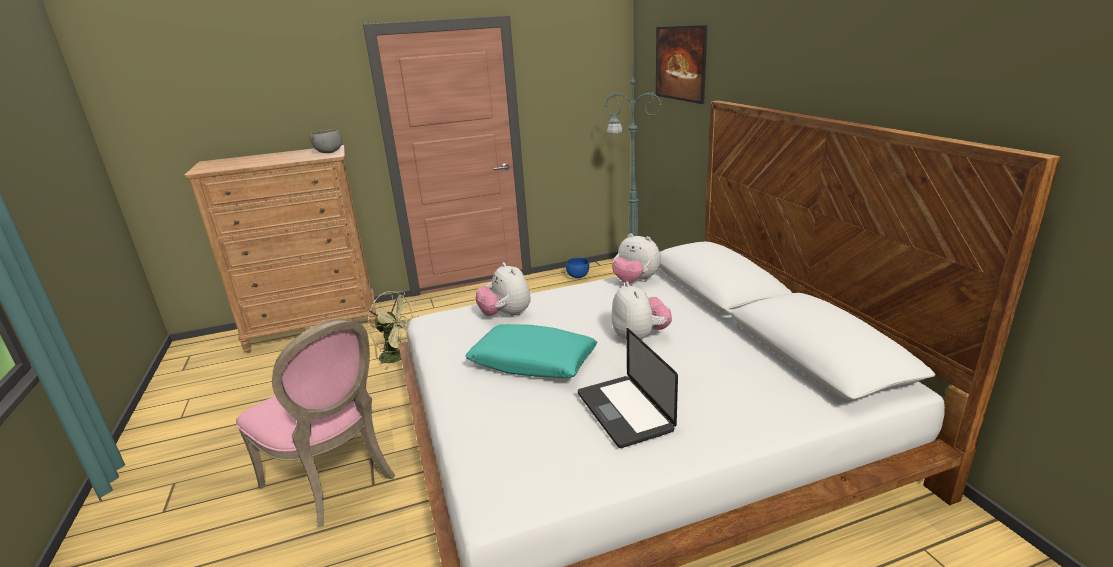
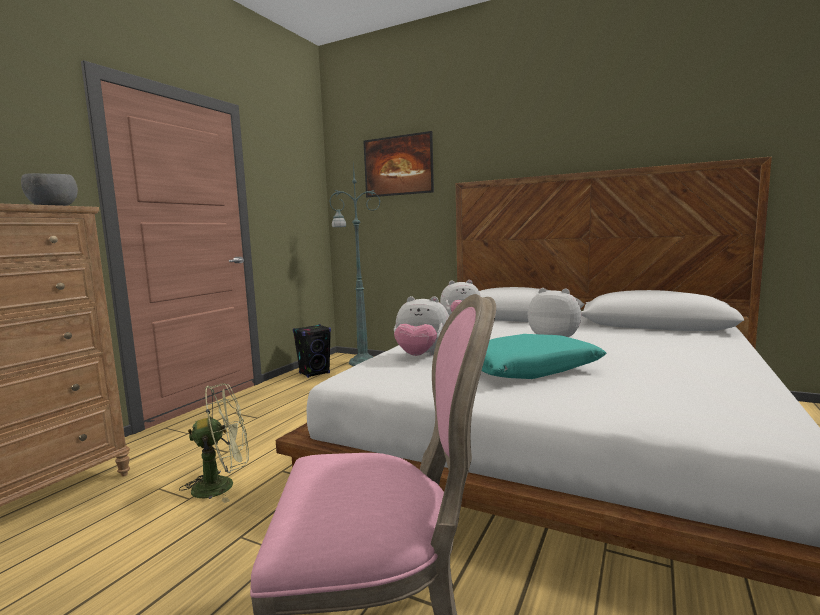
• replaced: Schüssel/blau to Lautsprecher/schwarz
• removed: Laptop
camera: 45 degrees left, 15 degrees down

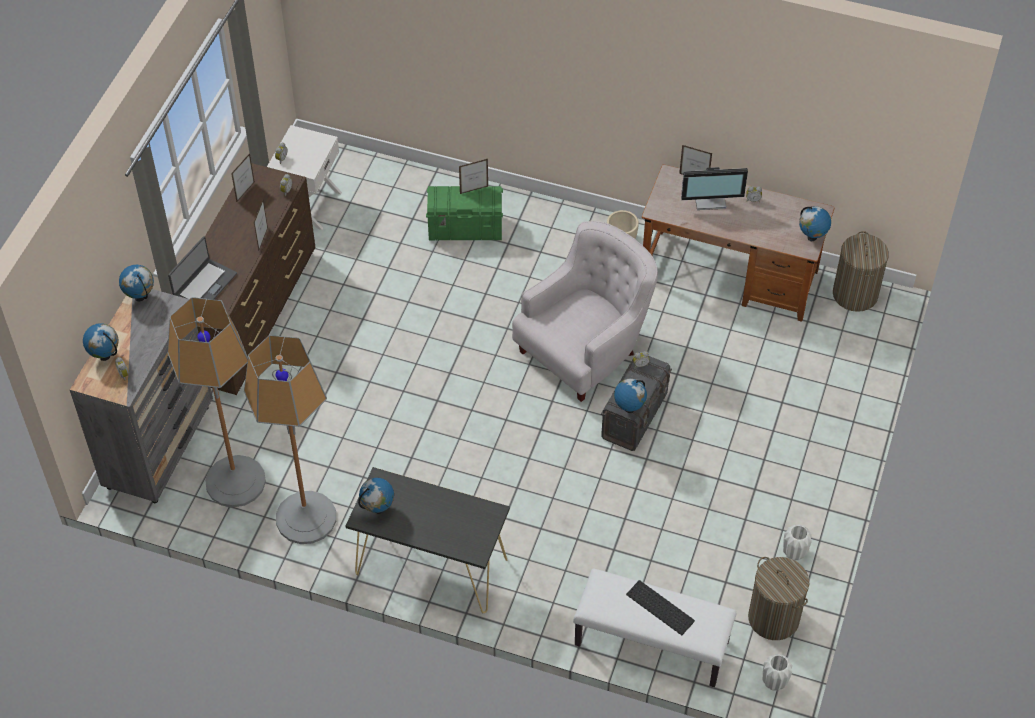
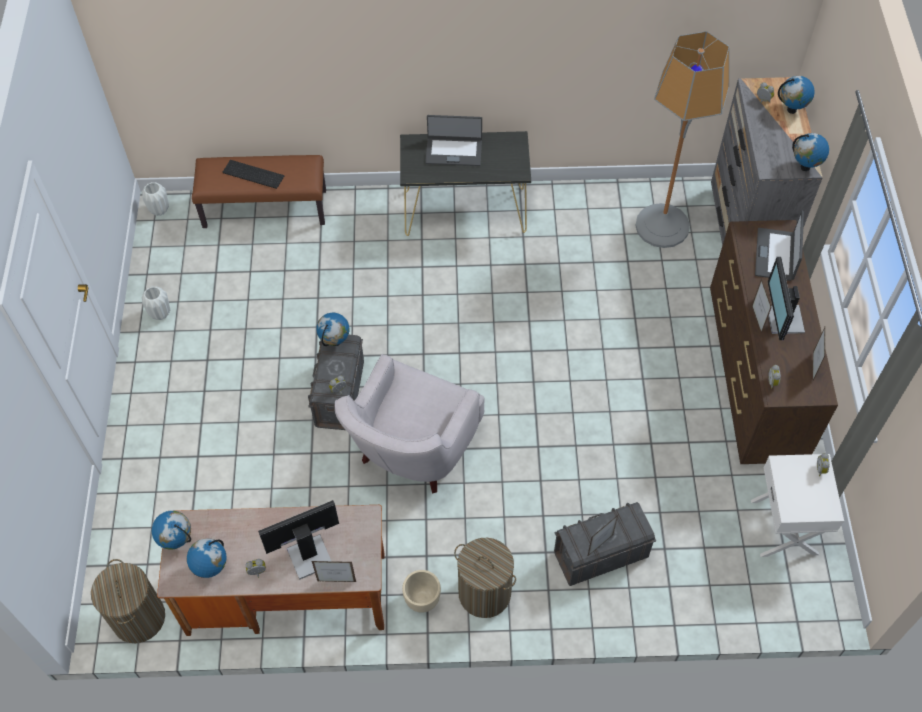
• recoloured: Aufbewahrungsbox/grün to Aufbewahrungsbox/grau (2nd from left)
• removed: Stehlampe (2nd from left)
• moved: Globus (3rd from left in the first image) to Globus (2nd from left)
• moved: Wäschekorb (1st from left in the first image) to Wäschekorb (2nd from left)
• recoloured: Bank/weiß to Bank/braun
• added: Laptop (1st from left)
• added: Monitor (2nd from left)
camera: 160 degrees right, 5 degrees up

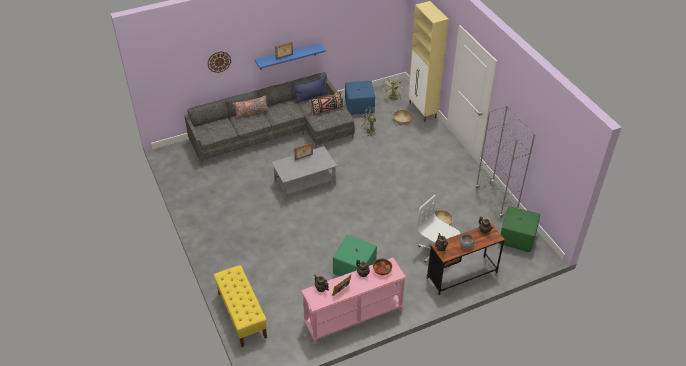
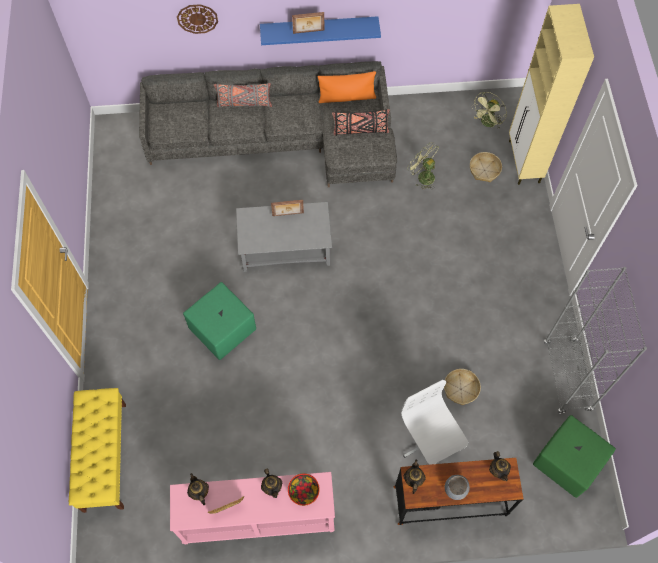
• recoloured: Kissen/blau to Kissen/orange
• removed: Polsterhocker/blau
• moved: Polsterhocker/grün (1st from left)
camera: 20 degrees right, 20 degrees up

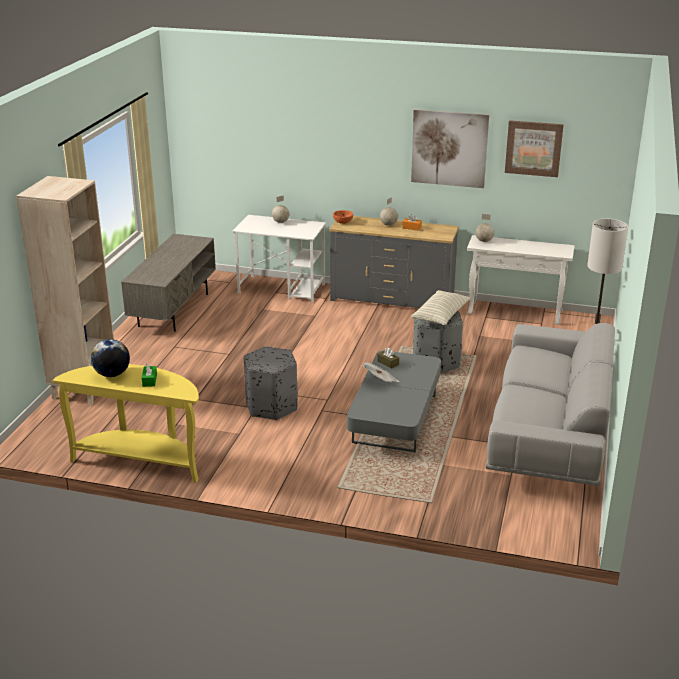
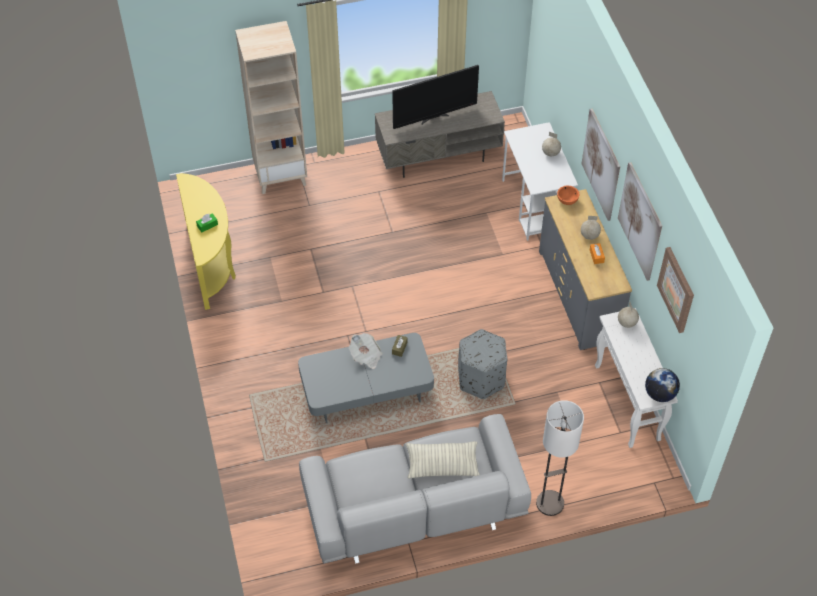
• moved: Kissen
• moved: Globus (1st from left in the first image) to Globus (4th from left)
• removed: Polsterhocker/grau (1st from left)
• added: Fernseher
• added: Bild (1st from left)
camera: 60 degrees right, 25 degrees up

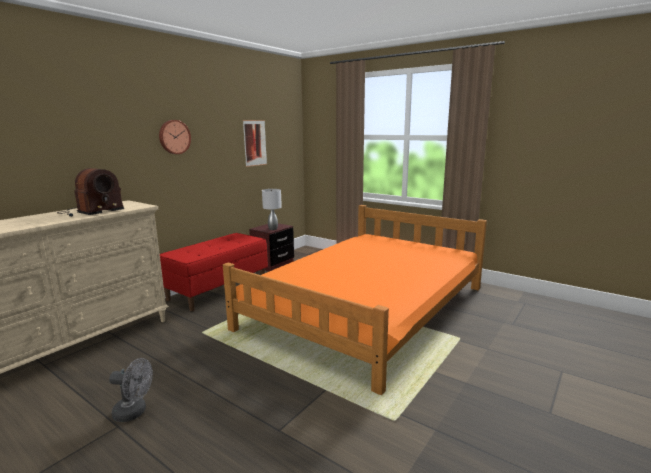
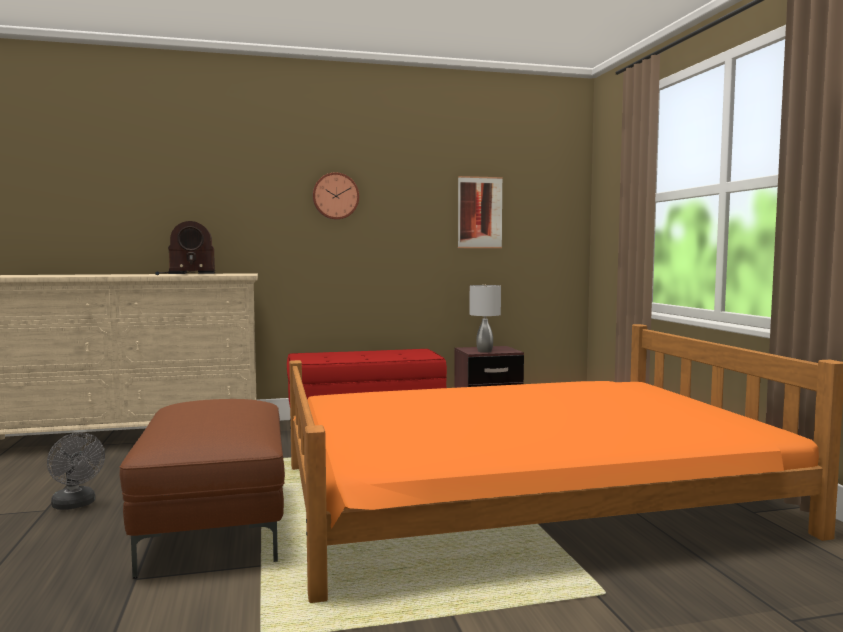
• added: Polsterhocker/braun
camera: 40 degrees right, 10 degrees down

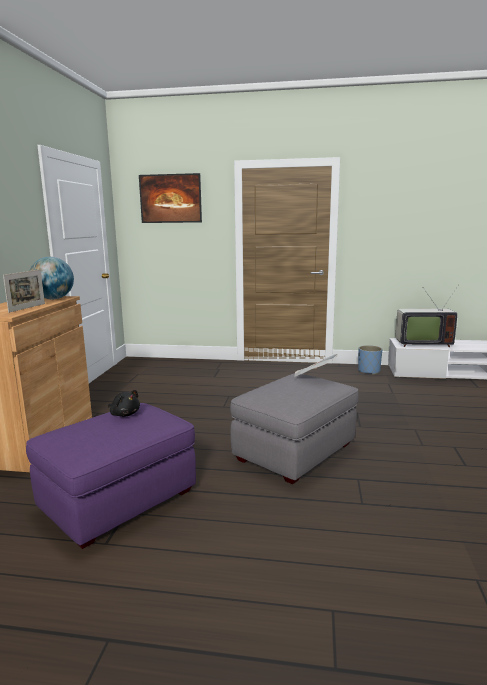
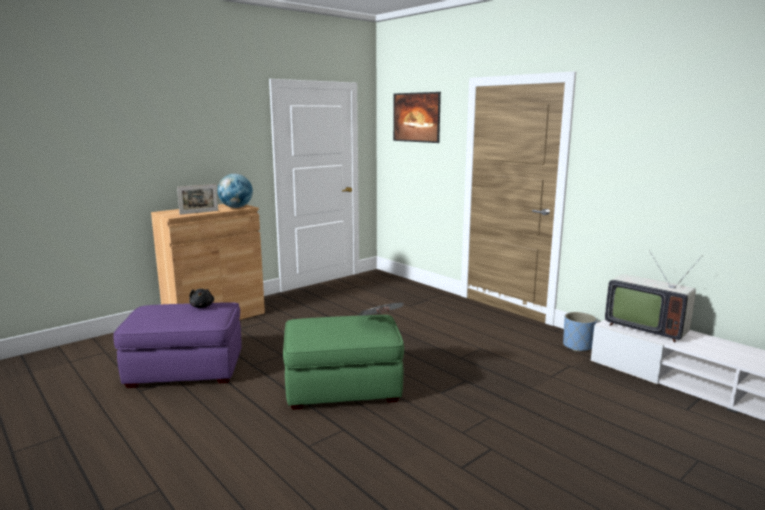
• recoloured: Polsterhocker/grau to Polsterhocker/grün
camera: 40 degrees right, 0 degrees up

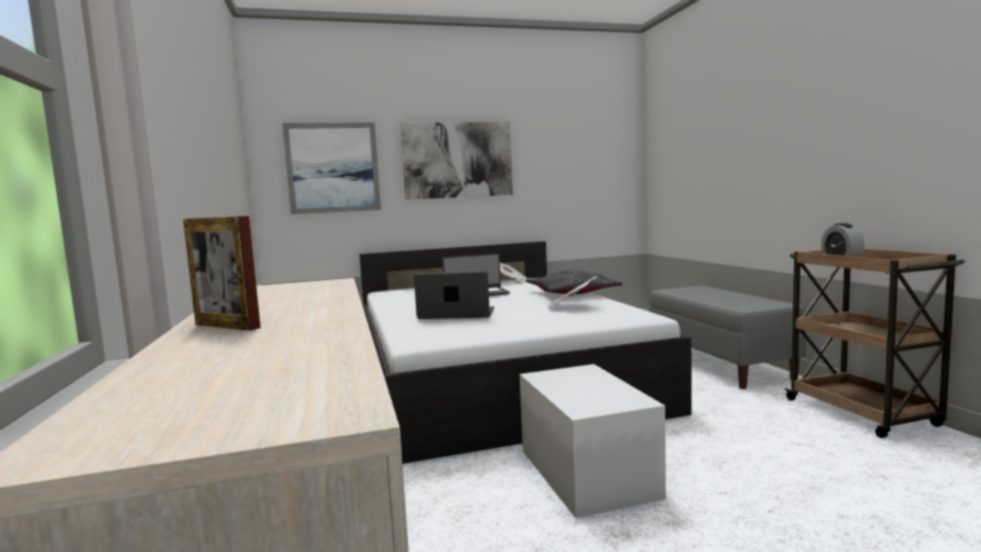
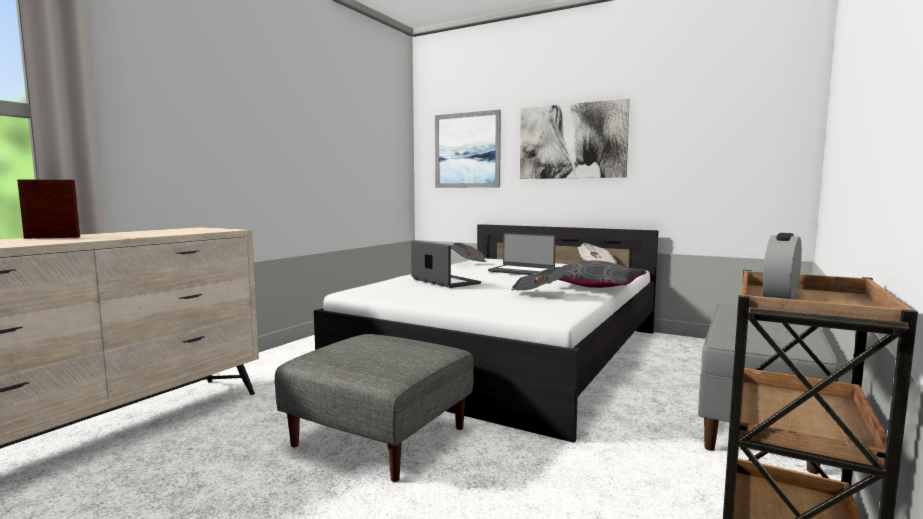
• turned: Bilderrahmen 90 degrees clockwise
• replaced: Aufbewahrungsbox/weiß to Polsterhocker/grau
• added: Zeitung (1st from left)
camera: 45 degrees right, 0 degrees up

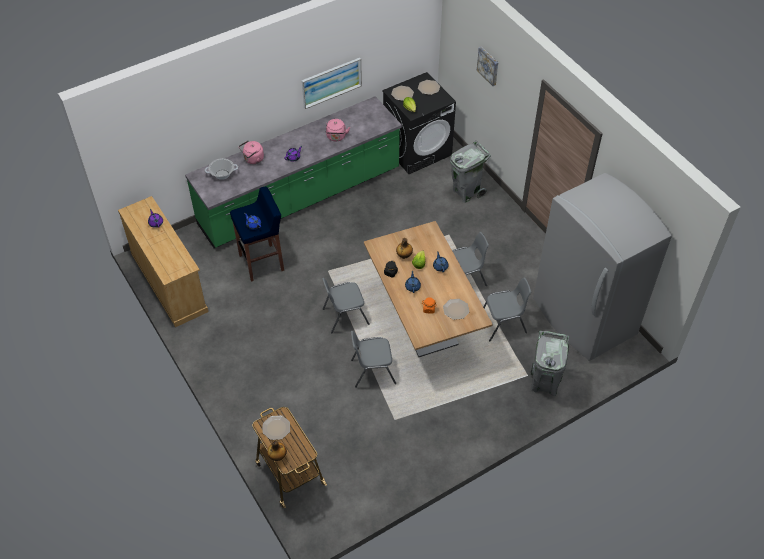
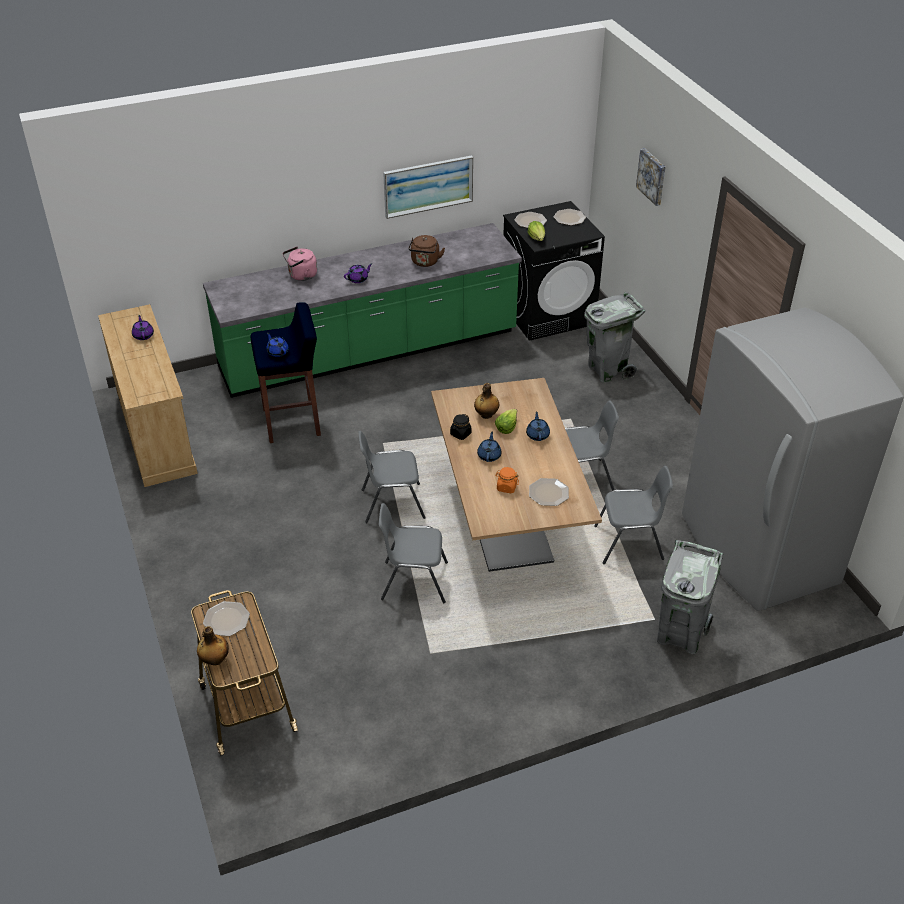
• recoloured: Wasserkessel/rosa (2nd from left) to Wasserkessel/braun
• removed: Kochtopf
camera: 10 degrees right, 10 degrees down

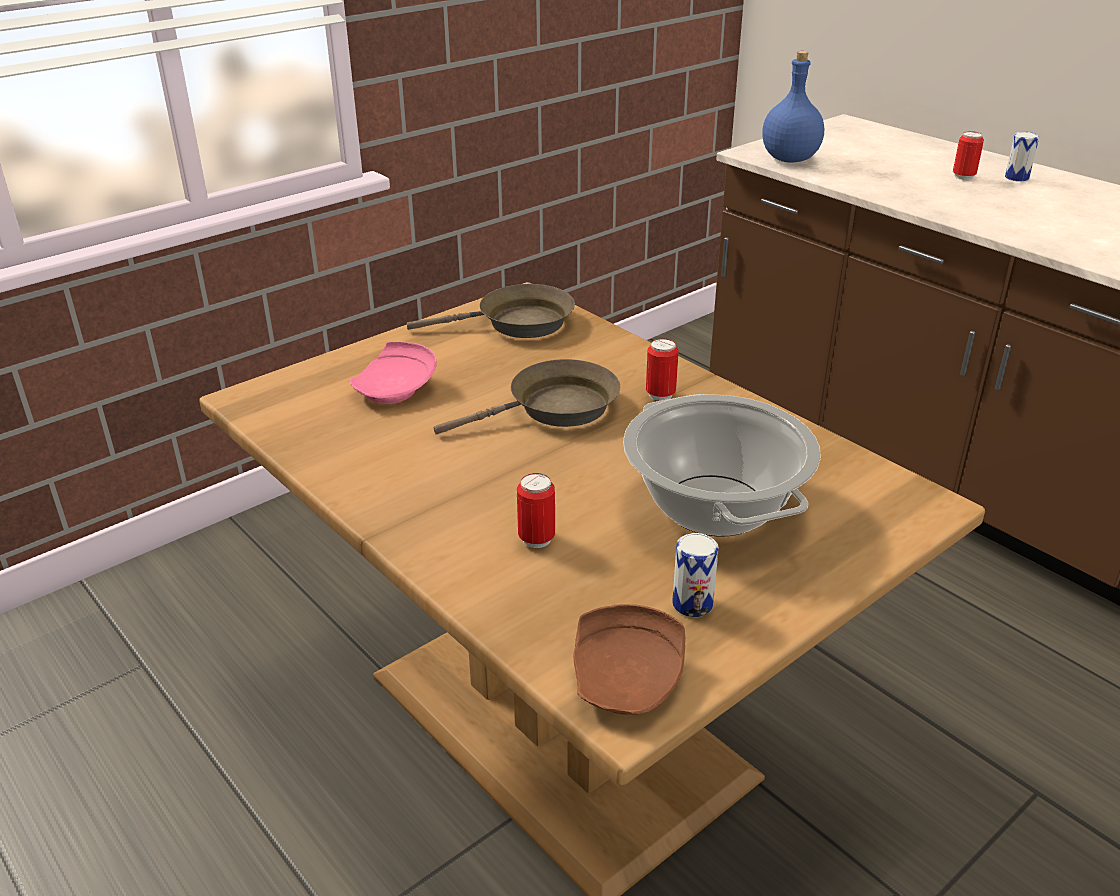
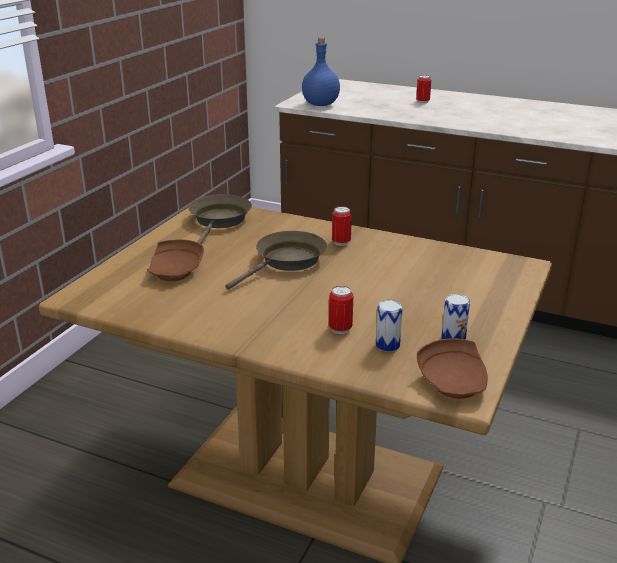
• moved: Dose (5th from left in the first image) to Dose (3rd from left)
• turned: Pfanne/braun (1st from left) 45 degrees counterclockwise
• recoloured: Teller/rosa to Teller/braun (1st from left)
• removed: Kochtopf
camera: 25 degrees left, 5 degrees down

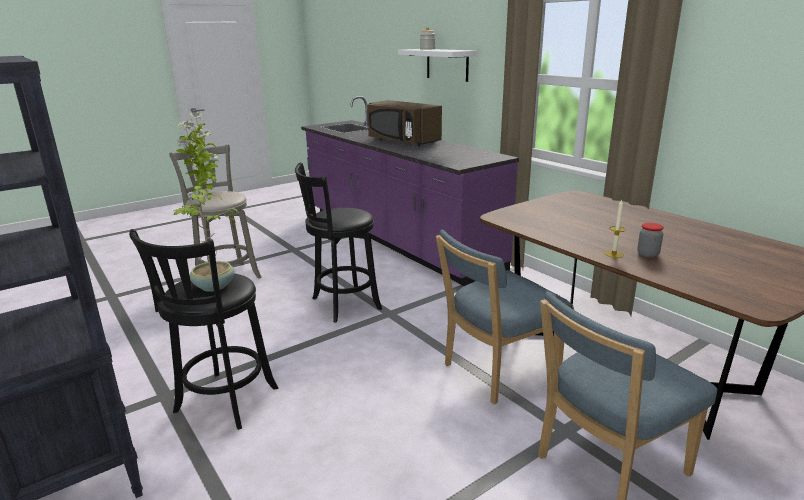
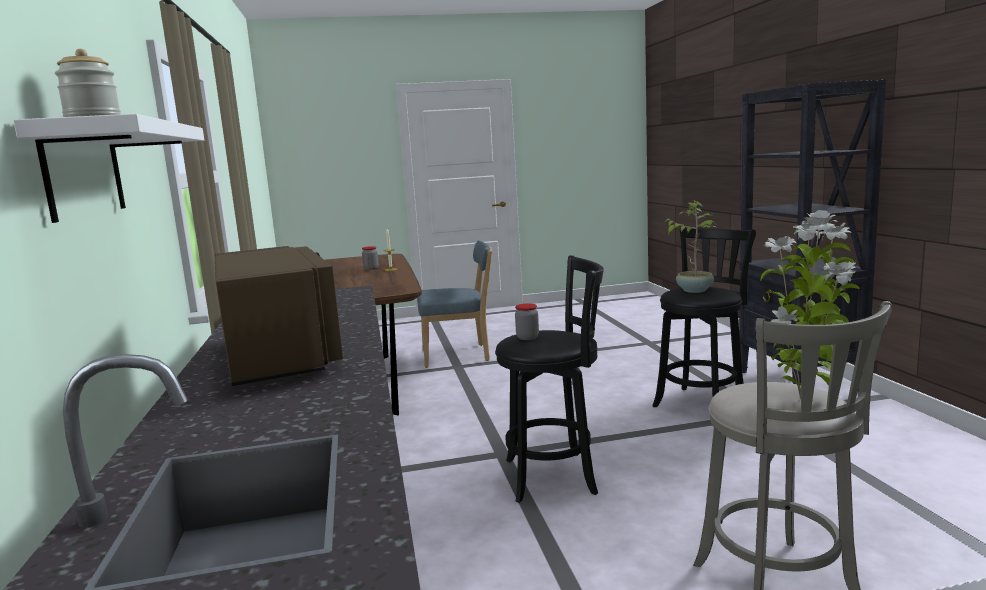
• removed: Stuhl/blau (1st from left)
• added: Vorratsglas (3rd from left)
camera: 155 degrees left, 10 degrees down

